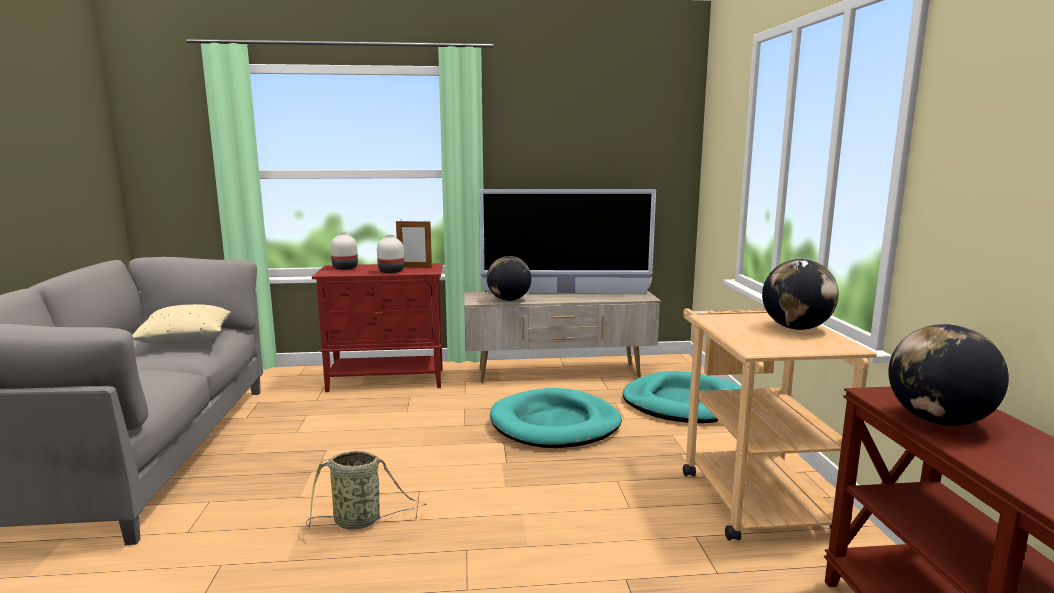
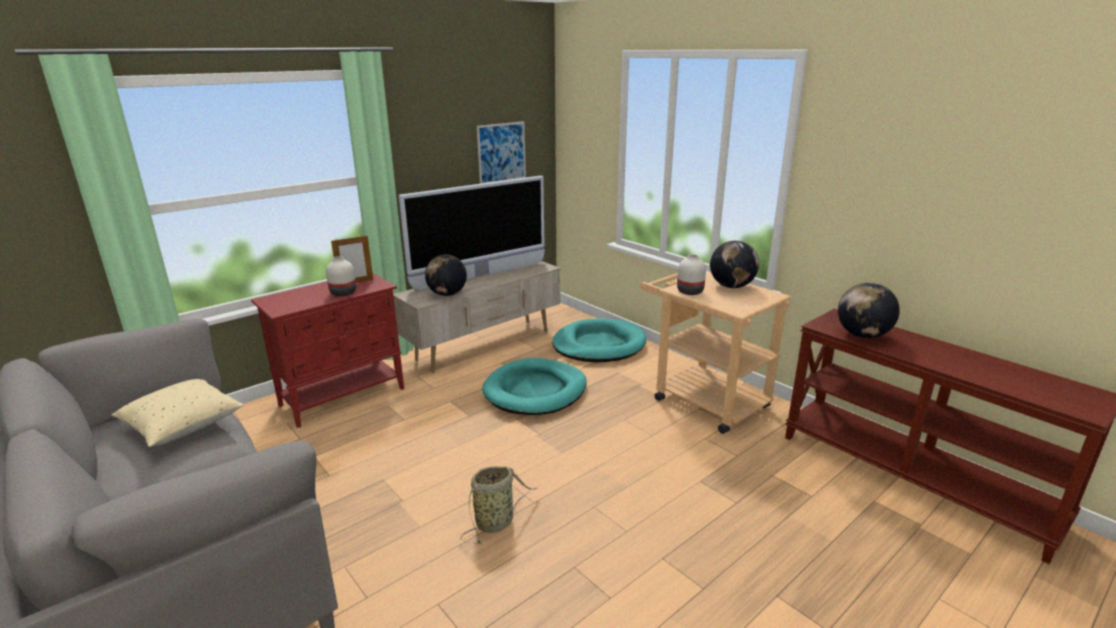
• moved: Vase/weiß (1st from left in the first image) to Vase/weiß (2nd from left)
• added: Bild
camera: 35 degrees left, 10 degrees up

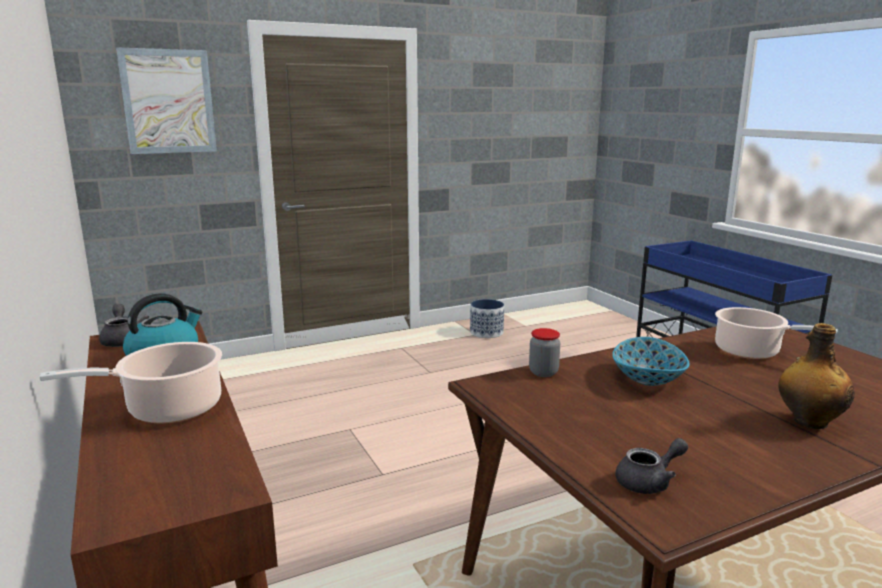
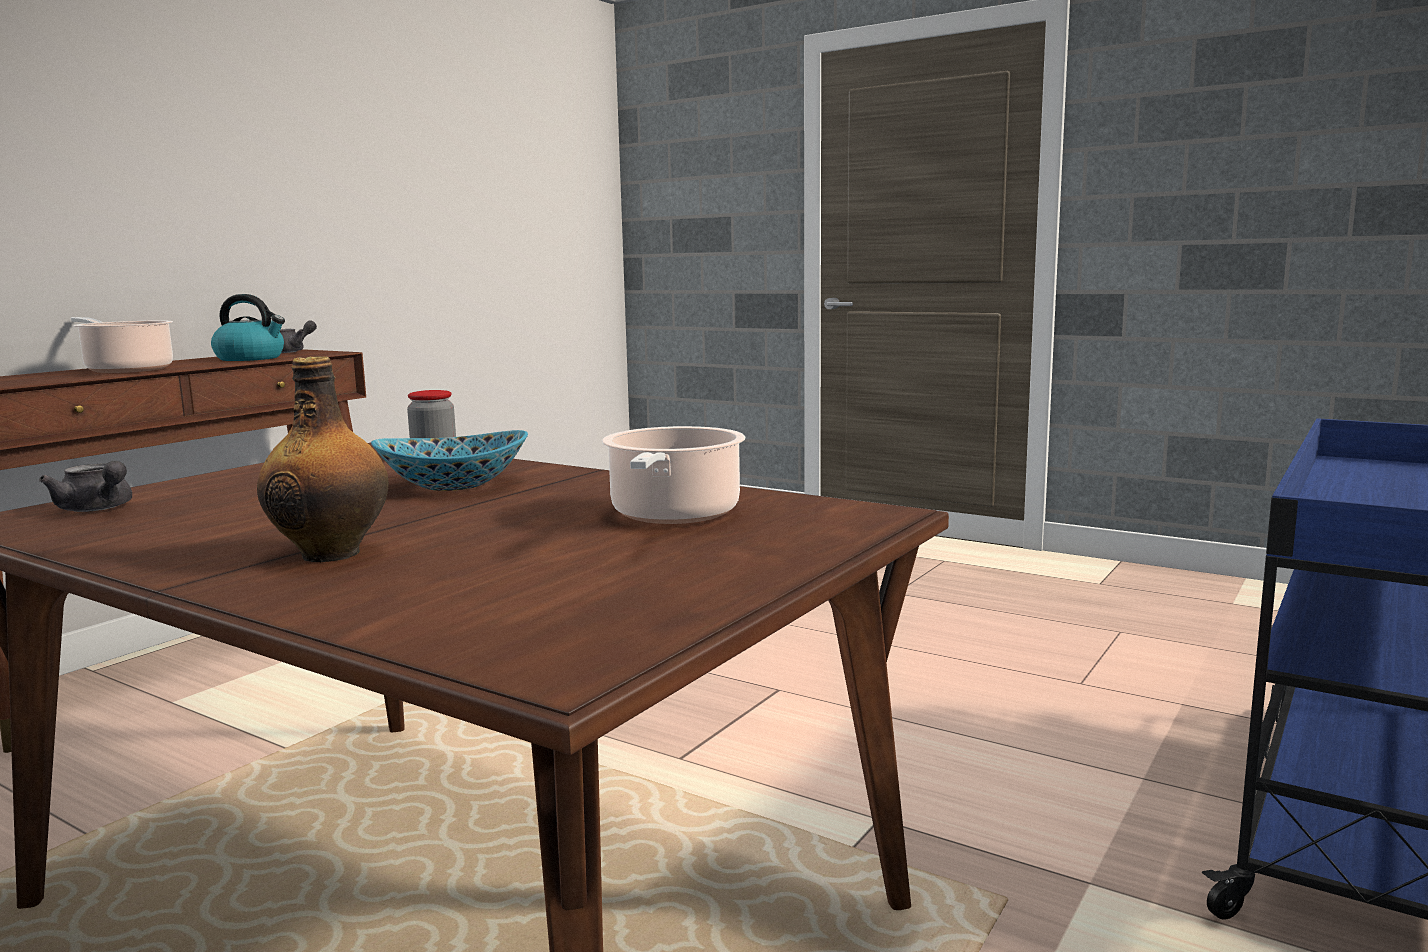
• removed: Bild
• removed: Pflanzkübel
camera: 60 degrees right, 5 degrees down

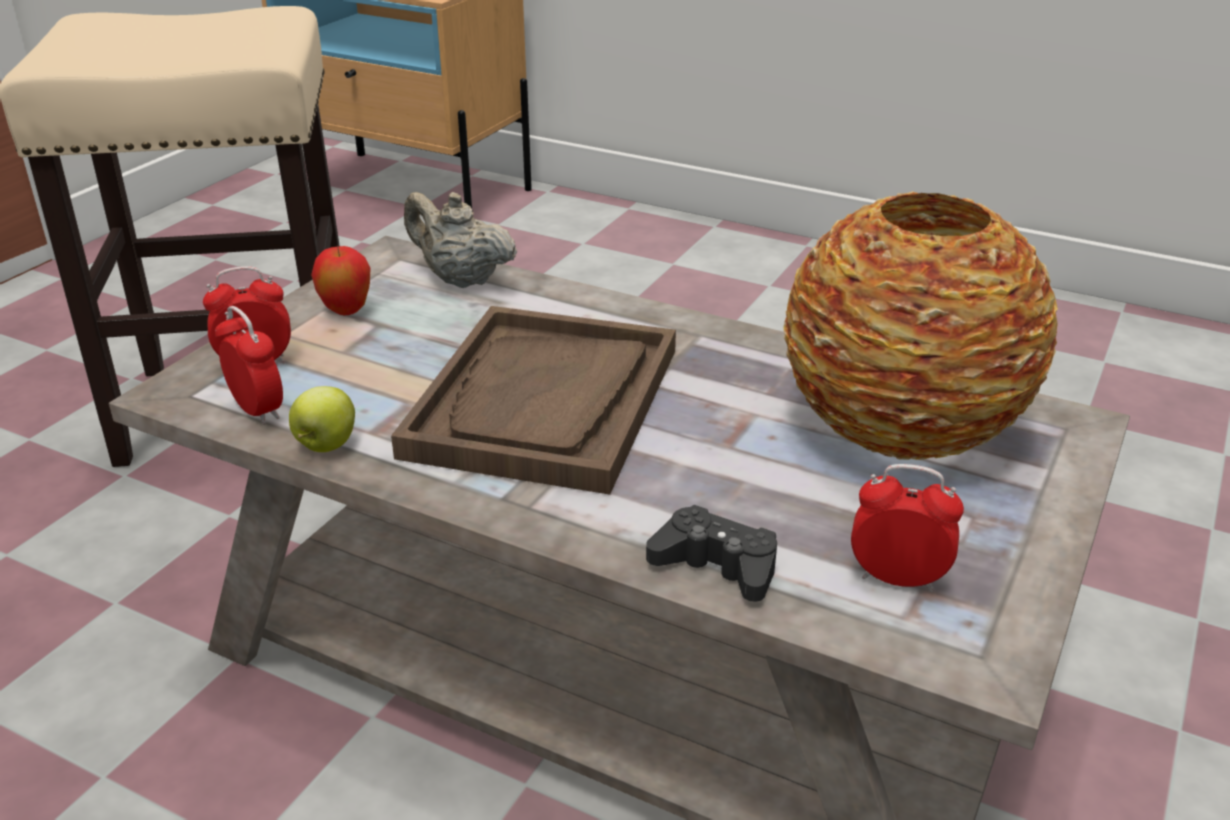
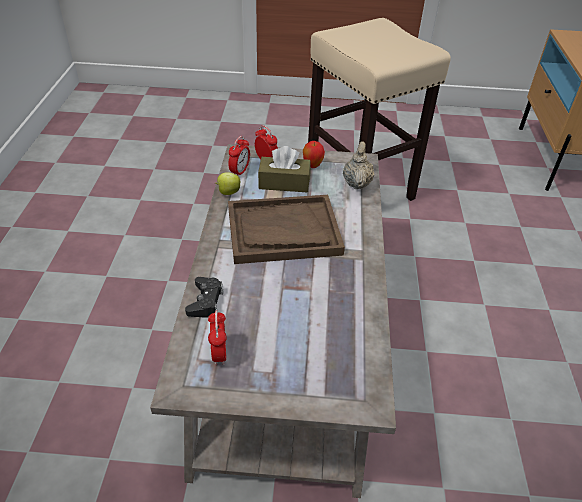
• removed: Vase
• added: Taschentuchbox/braun
camera: 65 degrees right, 10 degrees up

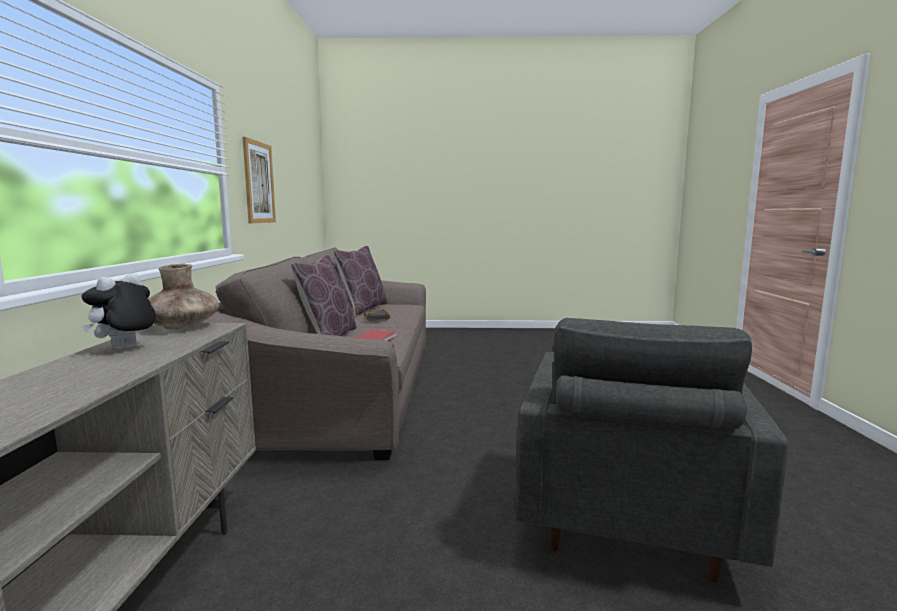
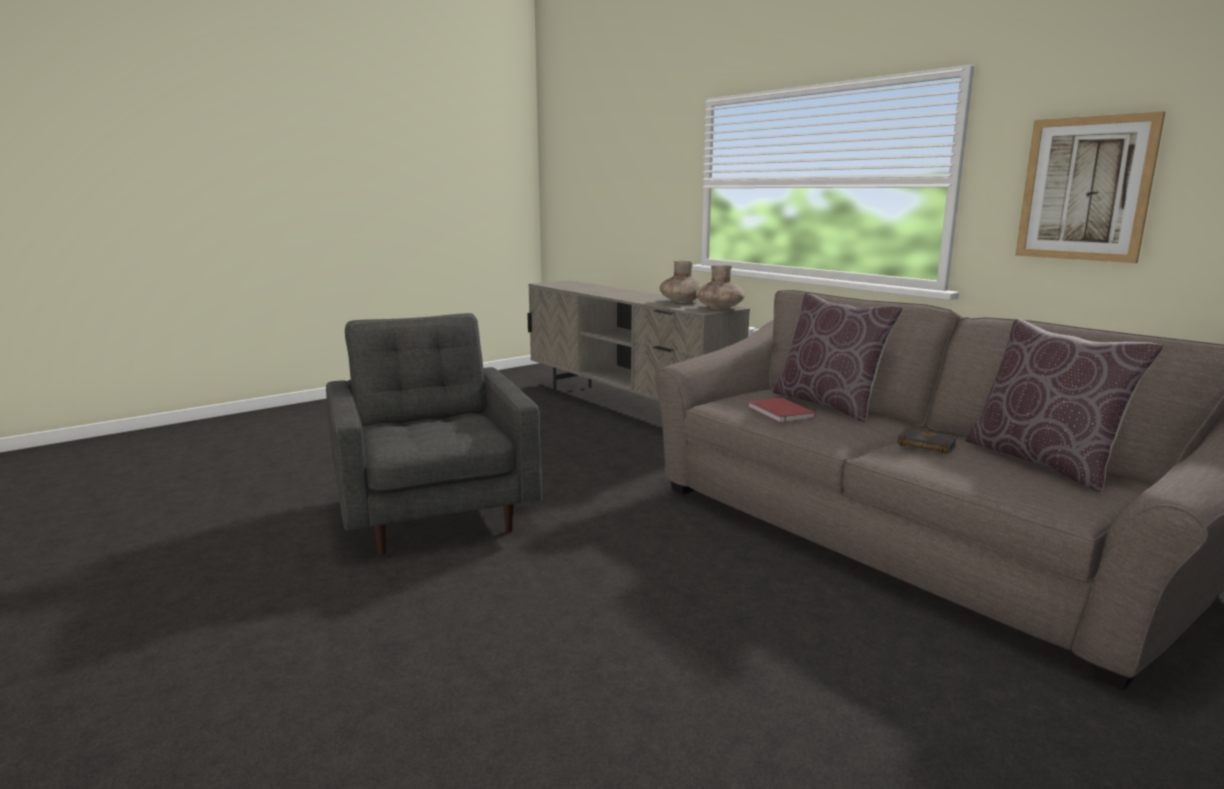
• replaced: Plüschtier to Vase/braun (1st from left)
camera: 140 degrees right, 5 degrees up

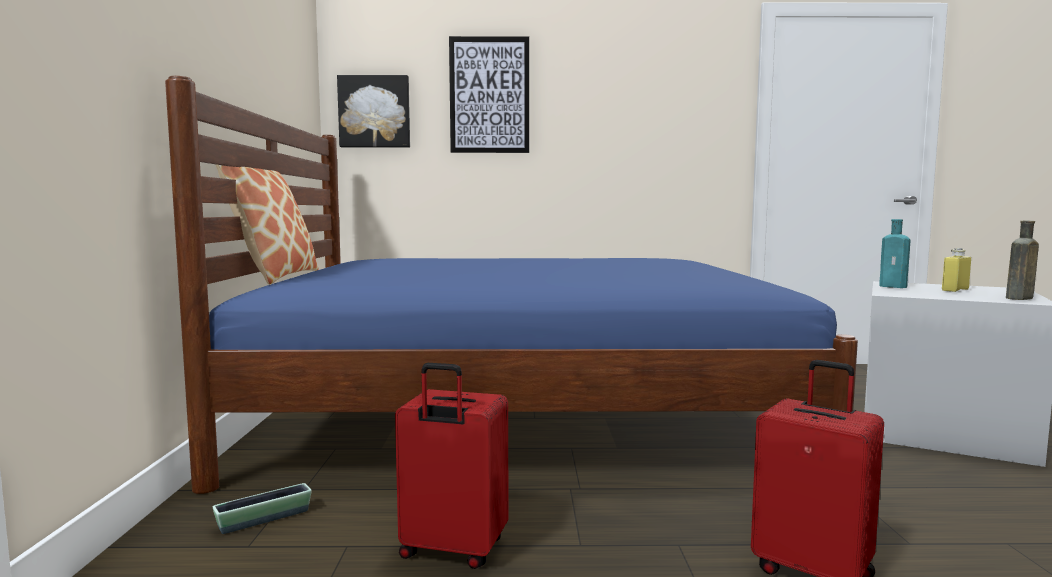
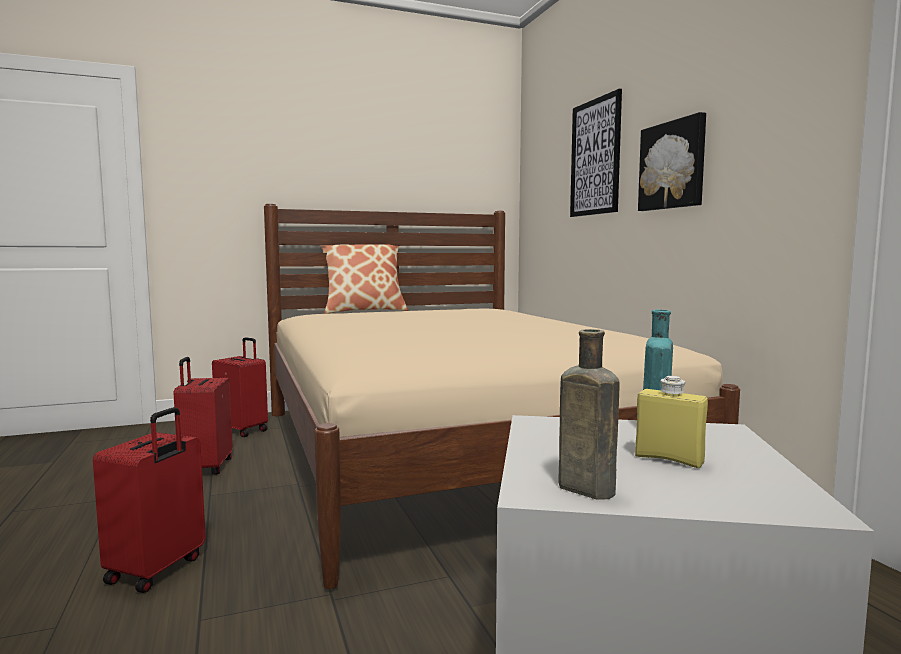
• moved: Bild (1st from left in the first image) to Bild (2nd from left)
• recoloured: Bett/blau to Bett/beige
• replaced: Pflanzkübel to Koffer/rot (3rd from left)
camera: 70 degrees right, 0 degrees up

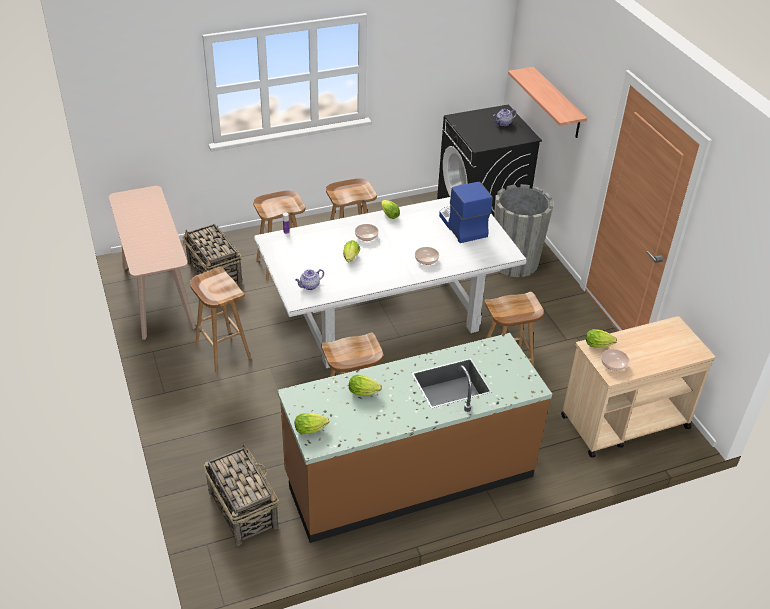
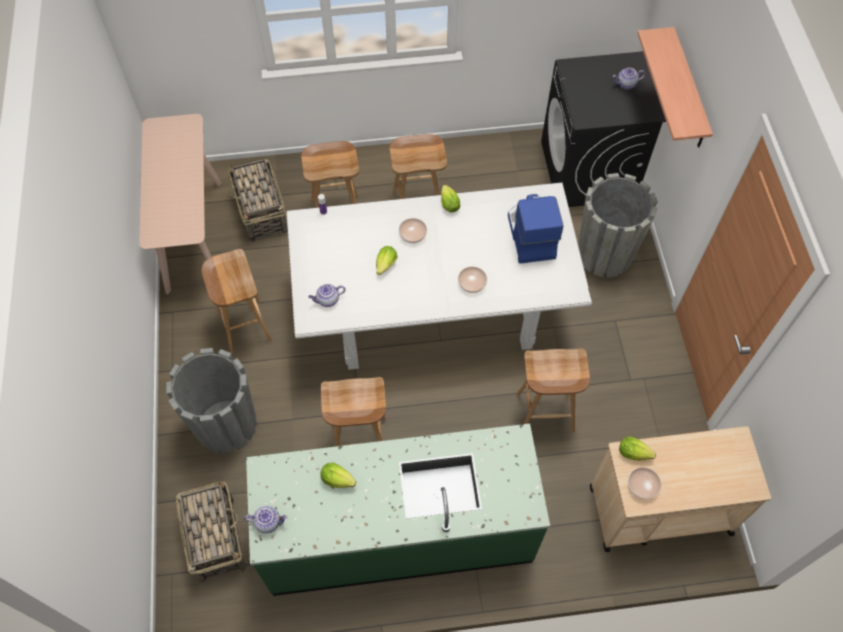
• recoloured: Küchenzeile/braun to Küchenzeile/grün
• replaced: Salatkopf (1st from left) to Teekanne (1st from left)
• added: Pflanzkübel/grau (1st from left)
camera: 15 degrees right, 20 degrees up

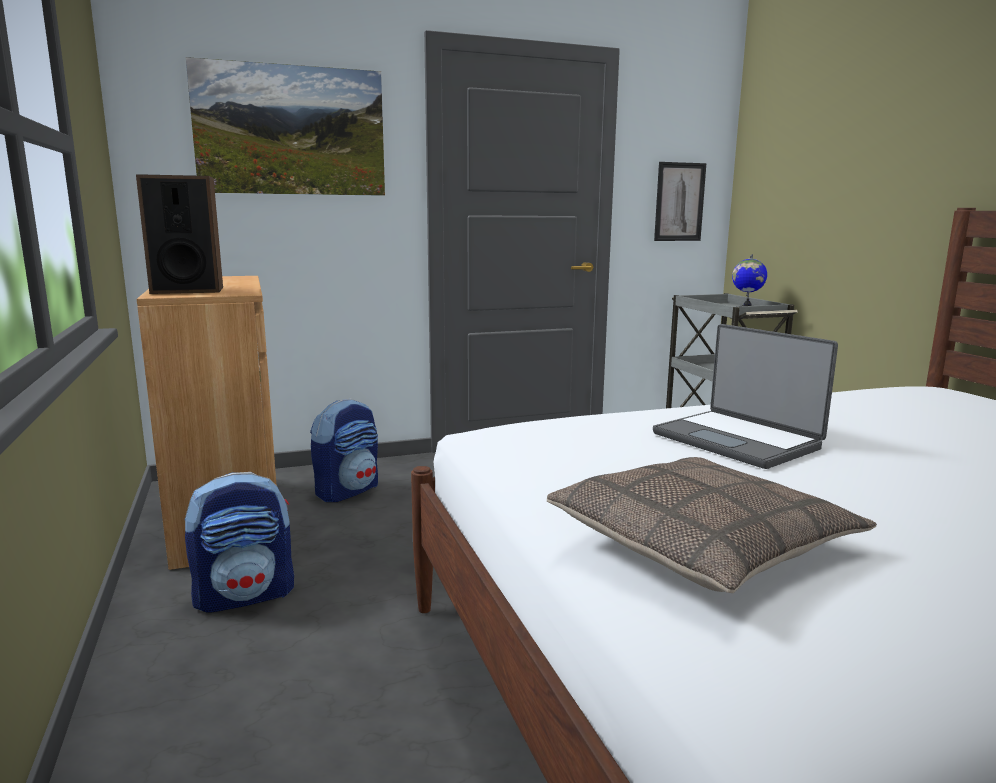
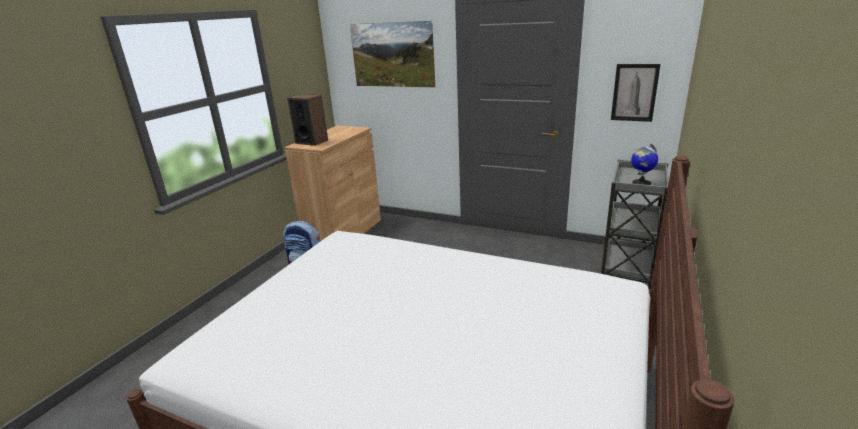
• removed: Laptop
• removed: Rucksack (2nd from left)
• removed: Kissen
camera: 45 degrees right, 10 degrees up

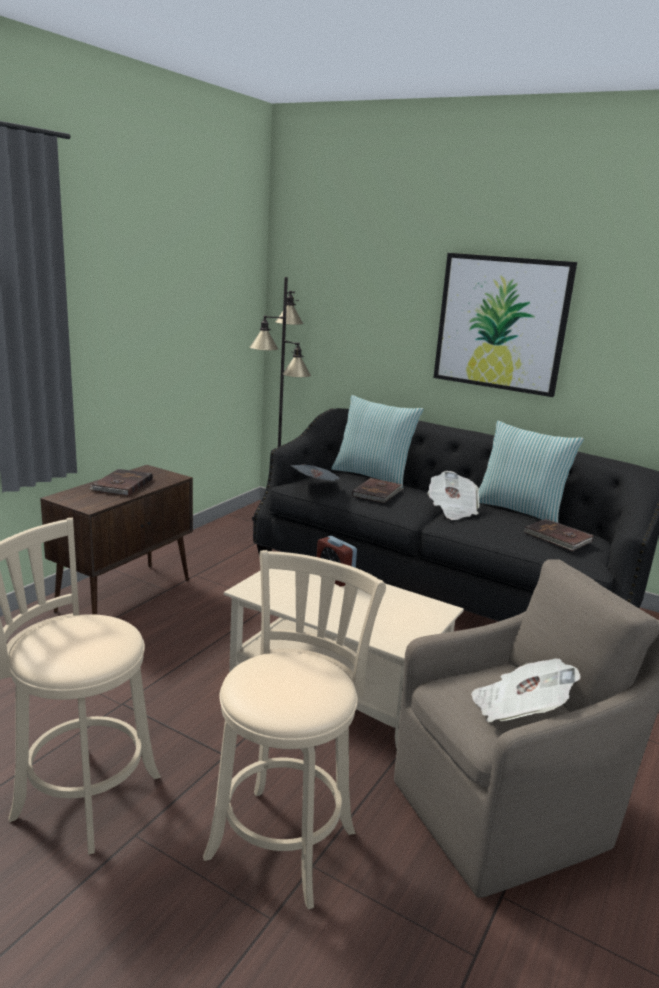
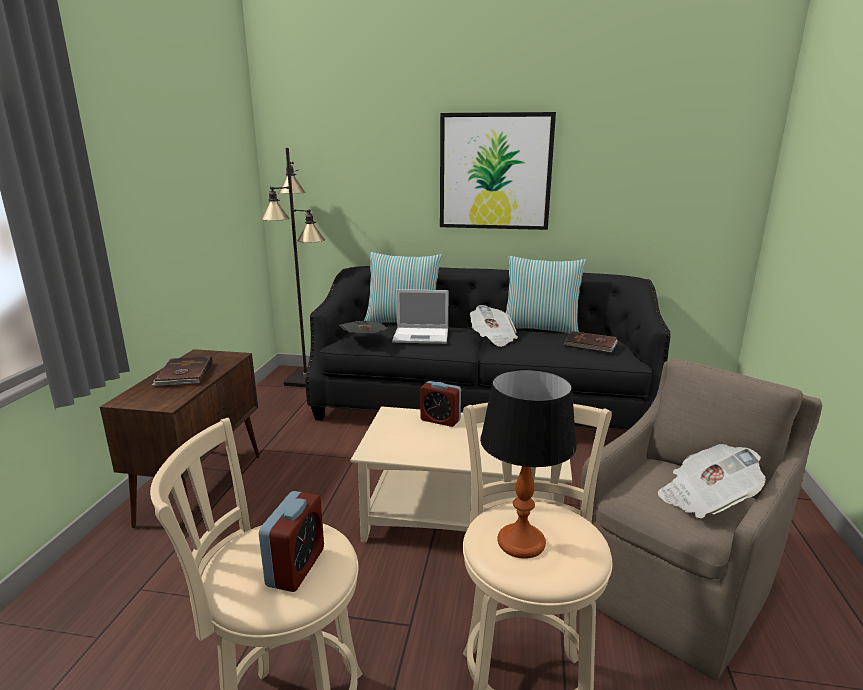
• replaced: Buch/braun (2nd from left) to Laptop
• added: Tischlampe
• added: Wecker (1st from left)
camera: 20 degrees left, 0 degrees up

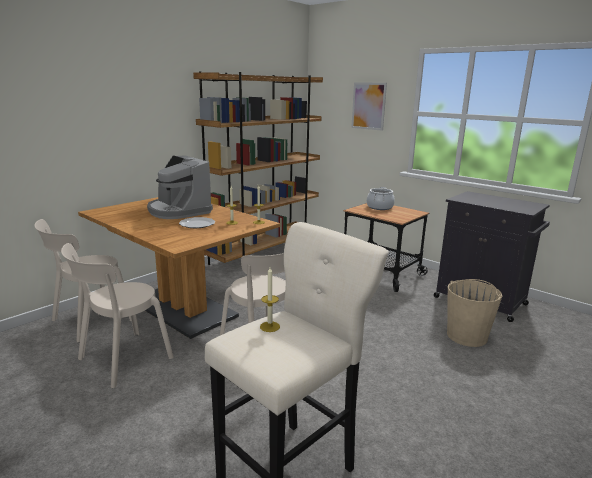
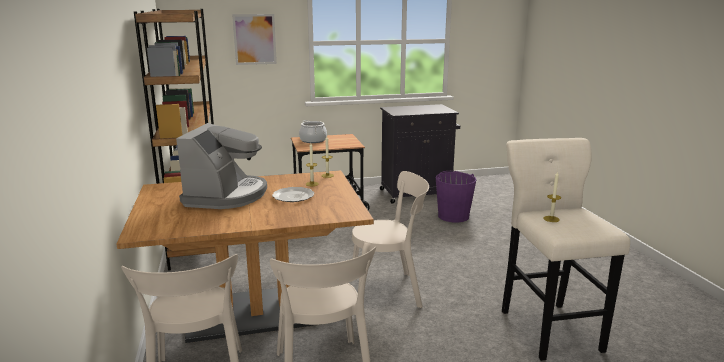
• turned: Kaffeemaschine 75 degrees counterclockwise
• recoloured: Eimer/beige to Eimer/lila
camera: 55 degrees left, 0 degrees up

